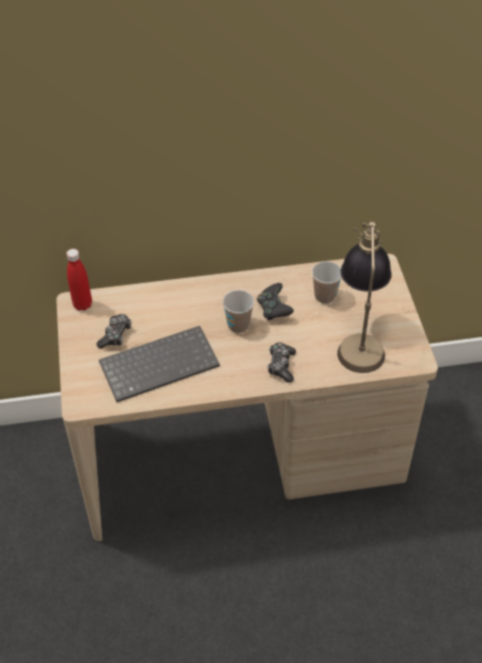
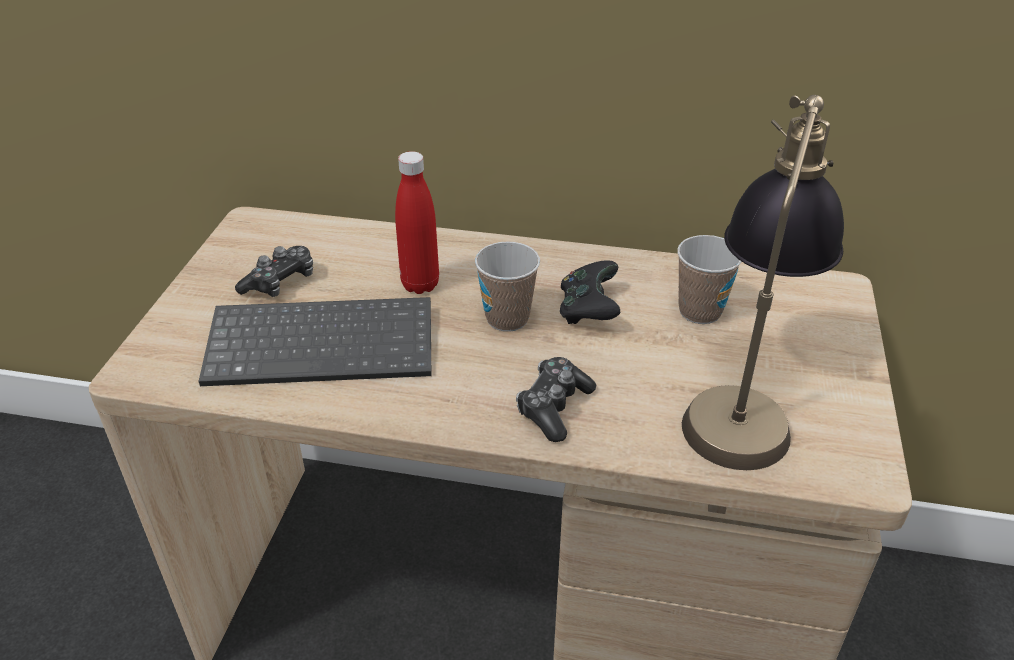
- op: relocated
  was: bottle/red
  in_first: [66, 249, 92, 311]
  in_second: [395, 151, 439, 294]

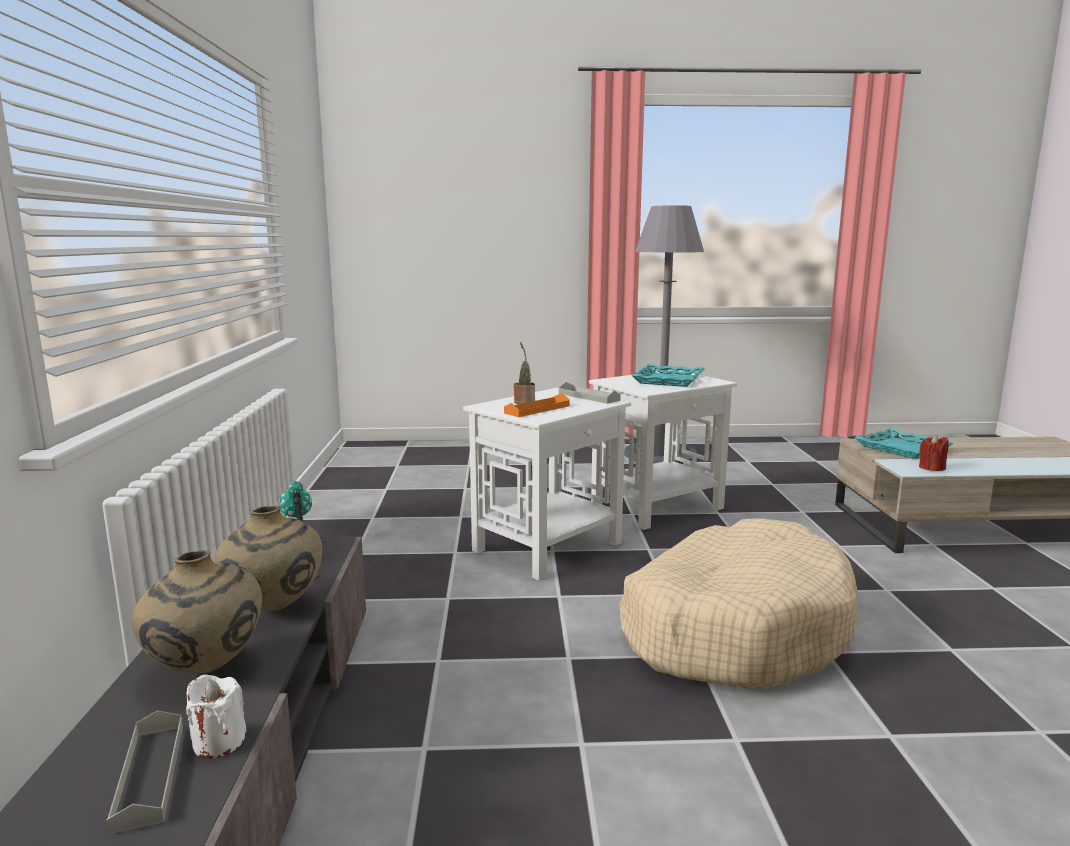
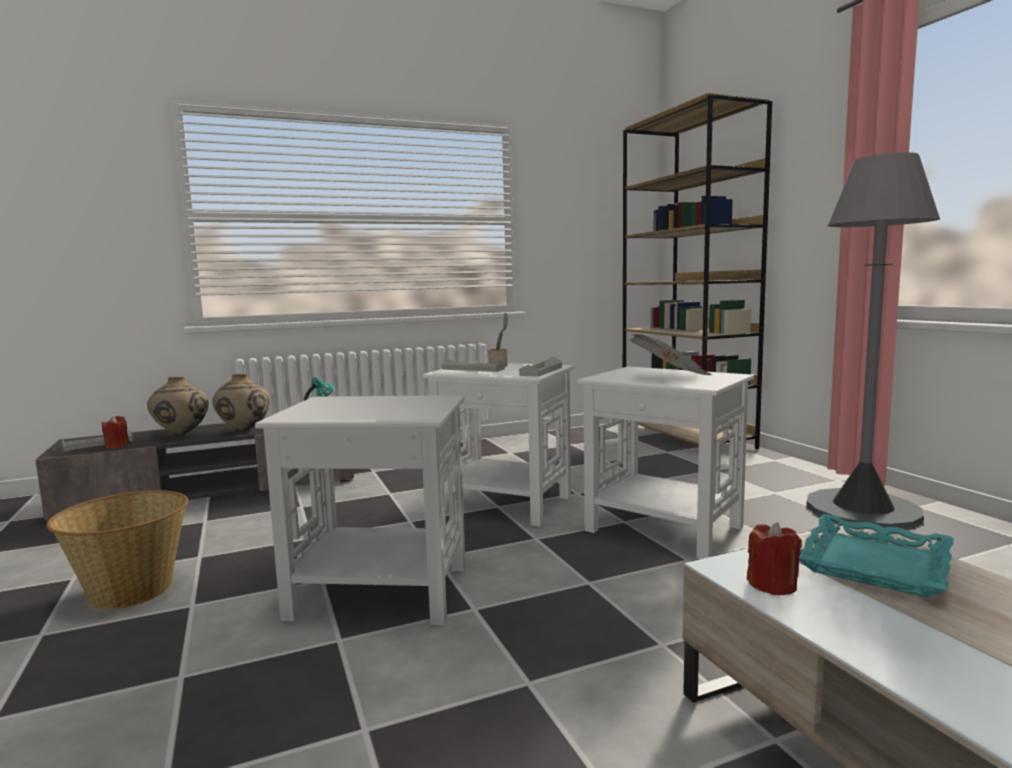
- op: exchanged
  was: tray/turquoise
  now: newspaper
  in_first: [632, 364, 705, 387]
  in_second: [630, 334, 712, 375]
- op: colour
  was: tray/orange
  now: tray/grey
  in_first: [504, 393, 569, 417]
  in_second: [442, 358, 505, 372]
- op: exchanged
  was: dog bed/beige
  now: side table/white
  in_first: [619, 519, 858, 688]
  in_second: [255, 395, 466, 625]
- op: colour
  was: candle/white
  now: candle/red
  in_first: [186, 674, 247, 758]
  in_second: [101, 416, 129, 449]
- op: appeared
  now: bookcase/brown
  in_second: [623, 93, 772, 449]
- op: appeared
  now: basket
  in_second: [46, 490, 188, 609]

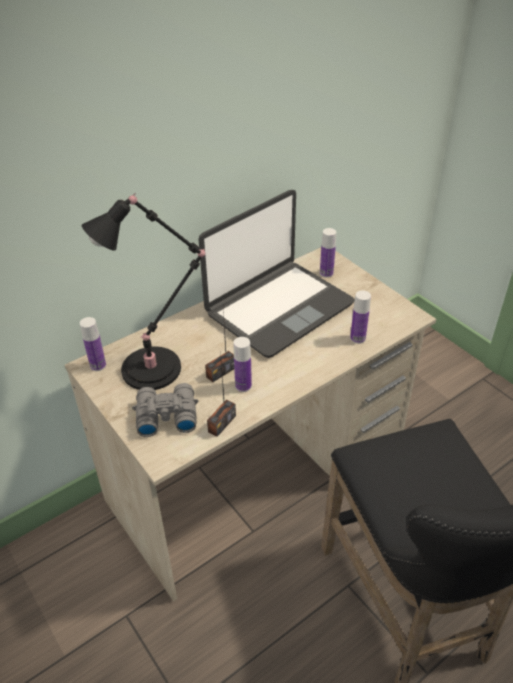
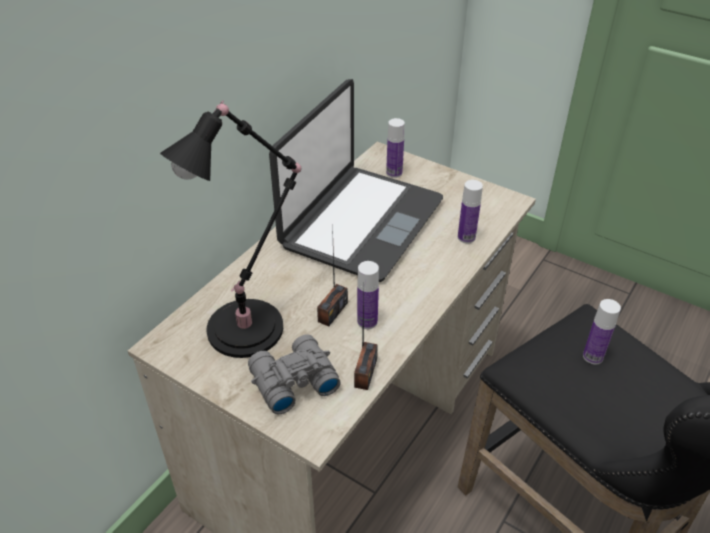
- op: relocated
  was: bottle
  in_first: [80, 317, 106, 371]
  in_second: [583, 299, 621, 364]

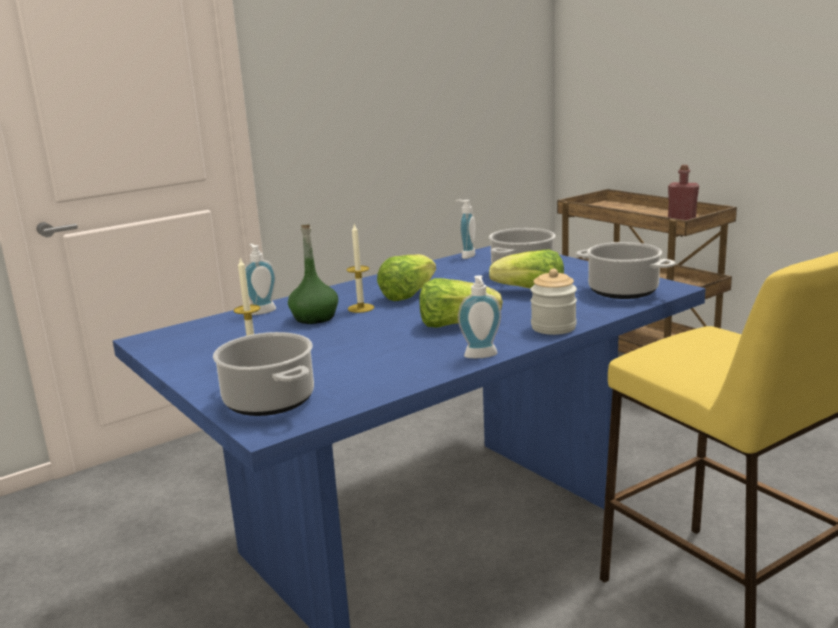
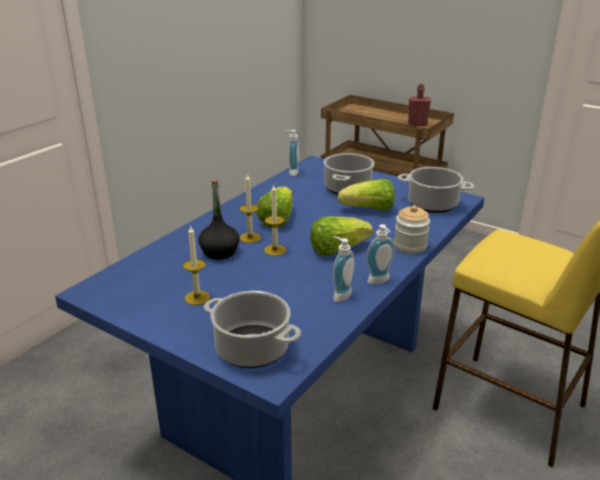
- op: colour
  was: bottle/green
  now: bottle/black
  in_first: [288, 225, 338, 324]
  in_second: [198, 180, 240, 260]
- op: relocated
  was: soap dispenser
  in_first: [245, 244, 276, 315]
  in_second: [333, 236, 354, 302]
- op: appeared
  now: candle
  in_second: [264, 185, 286, 256]

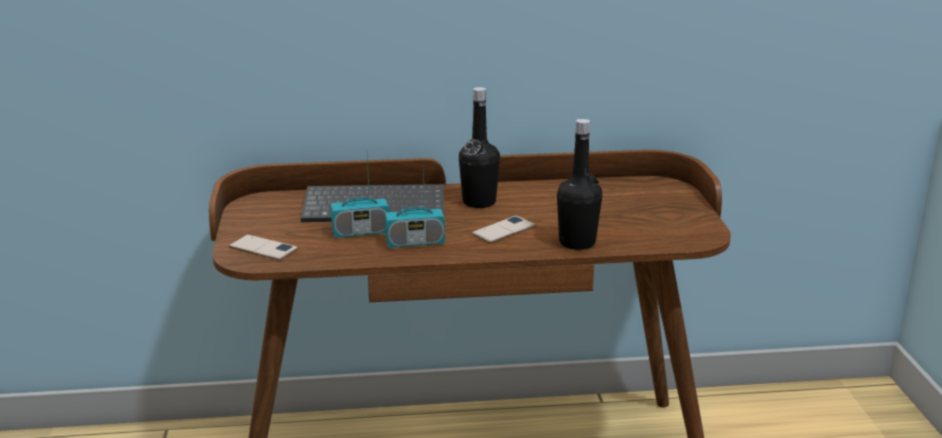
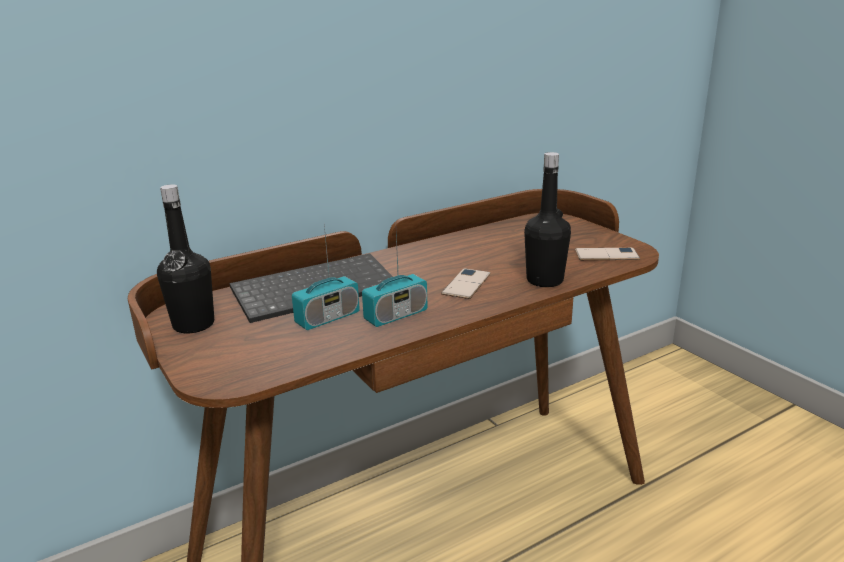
- op: relocated
  was: bottle/black
  in_first: [459, 87, 500, 208]
  in_second: [157, 184, 214, 333]
- op: relocated
  was: phone
  in_first: [229, 234, 298, 260]
  in_second: [575, 248, 640, 260]

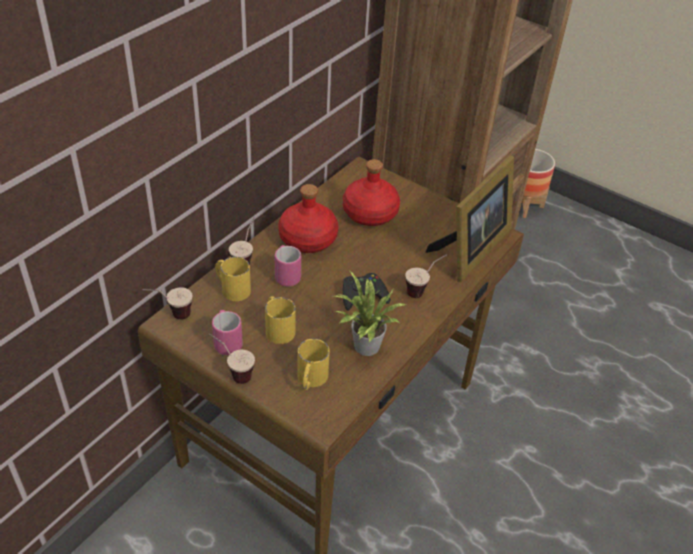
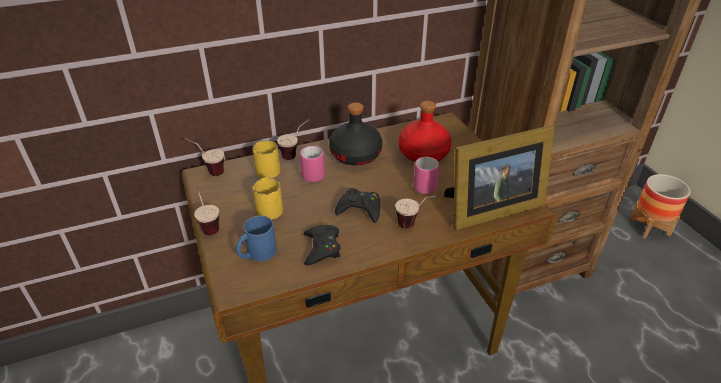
- op: colour
  was: bottle/red
  now: bottle/black
  in_first: [278, 184, 338, 253]
  in_second: [329, 102, 382, 165]
- op: exchanged
  was: potted plant
  now: game controller/black
  in_first: [333, 270, 406, 356]
  in_second: [304, 225, 340, 265]
- op: relocated
  was: mug/pink
  in_first: [212, 310, 243, 355]
  in_second: [413, 157, 439, 194]
- op: colour
  was: mug/yellow
  now: mug/blue
  in_first: [297, 339, 330, 390]
  in_second: [236, 216, 277, 261]

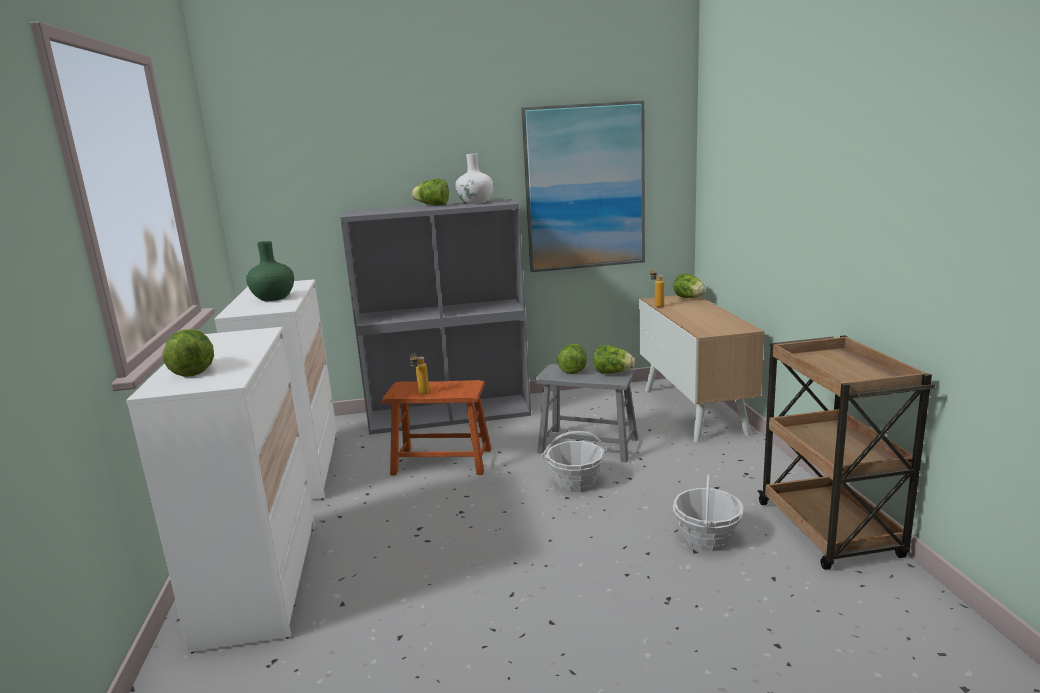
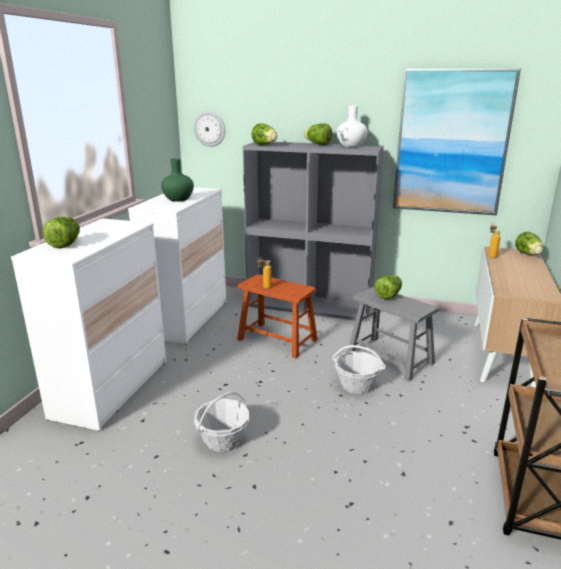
- op: relocated
  was: lettuce
  in_first: [594, 345, 635, 374]
  in_second: [251, 123, 278, 145]
- op: relocated
  was: basket
  in_first: [673, 474, 743, 551]
  in_second: [194, 392, 249, 452]
- op: appeared
  now: wall clock
  in_second: [194, 111, 225, 147]

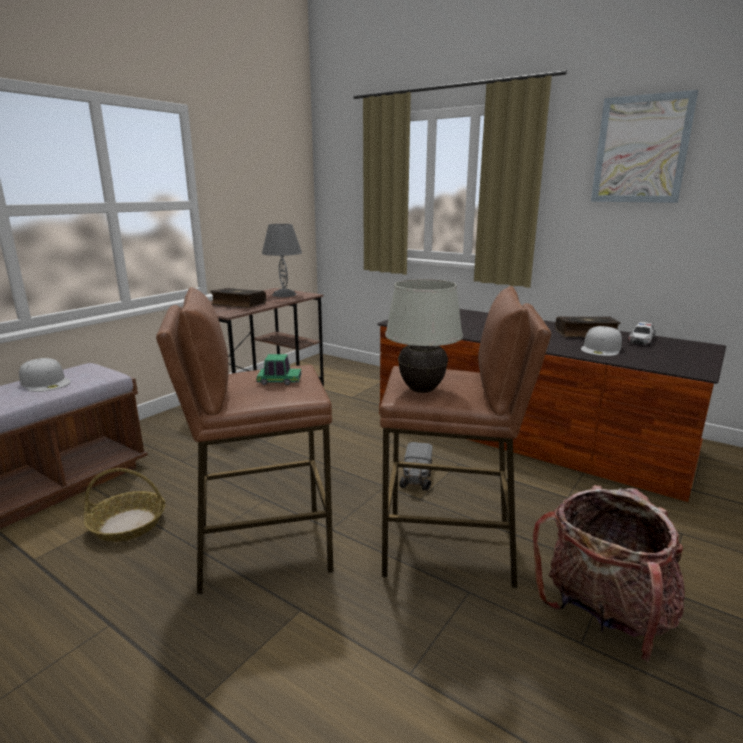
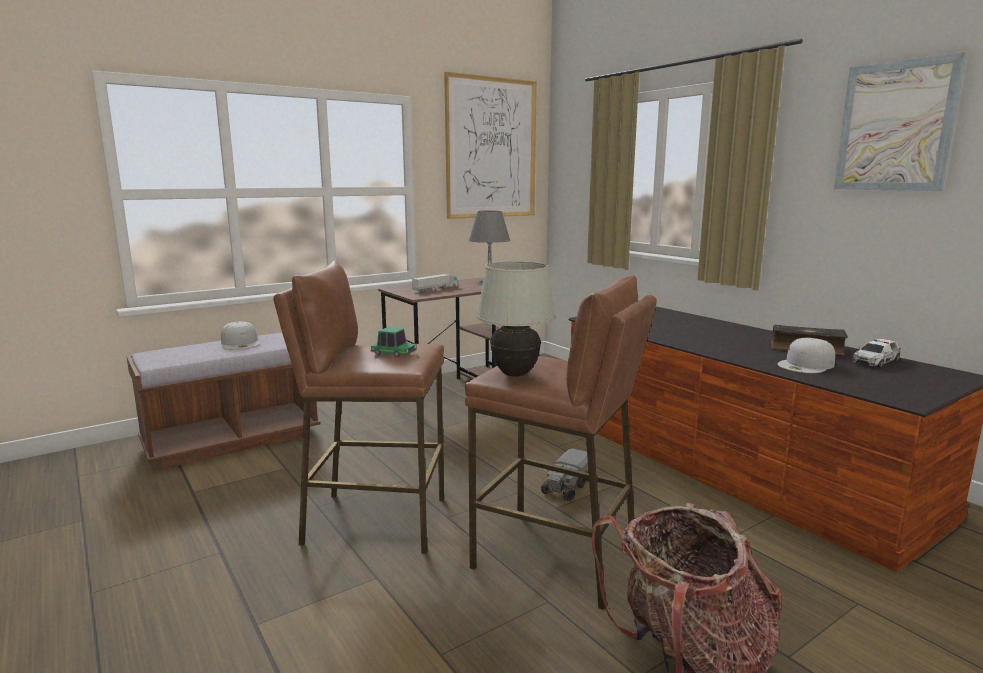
- op: exchanged
  was: book
  now: toy truck
  in_first: [210, 288, 266, 308]
  in_second: [412, 274, 458, 292]
- op: missing
  was: basket
  in_first: [84, 468, 165, 542]
- op: appeared
  now: picture
  in_second: [444, 71, 537, 219]

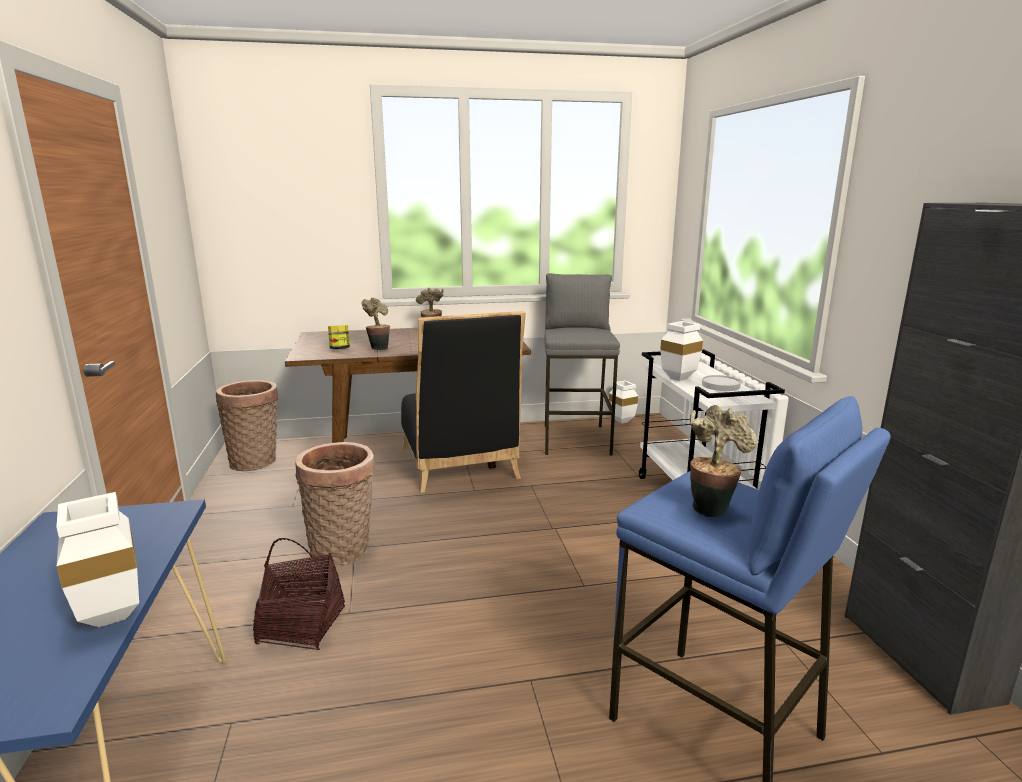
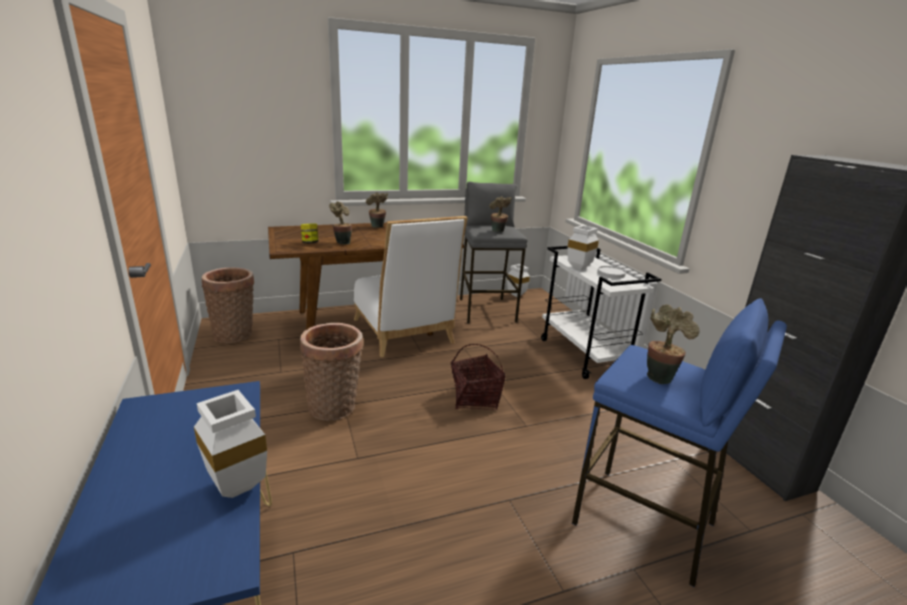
- op: colour
  was: chair/black
  now: chair/white
  in_first: [401, 311, 526, 493]
  in_second: [354, 216, 468, 357]
- op: relocated
  was: basket
  in_first: [253, 538, 345, 650]
  in_second: [451, 344, 506, 410]
- op: appeared
  now: potted plant
  in_second: [489, 196, 512, 232]

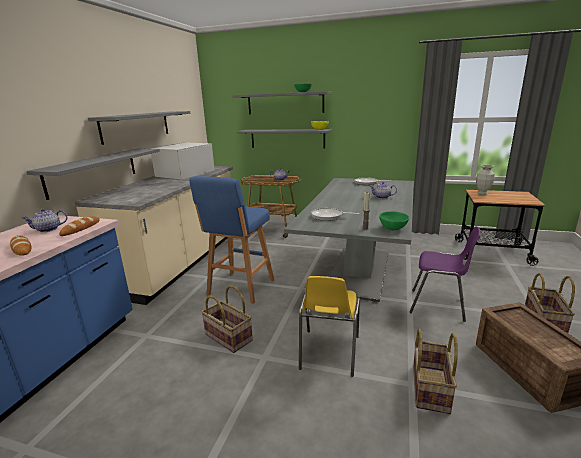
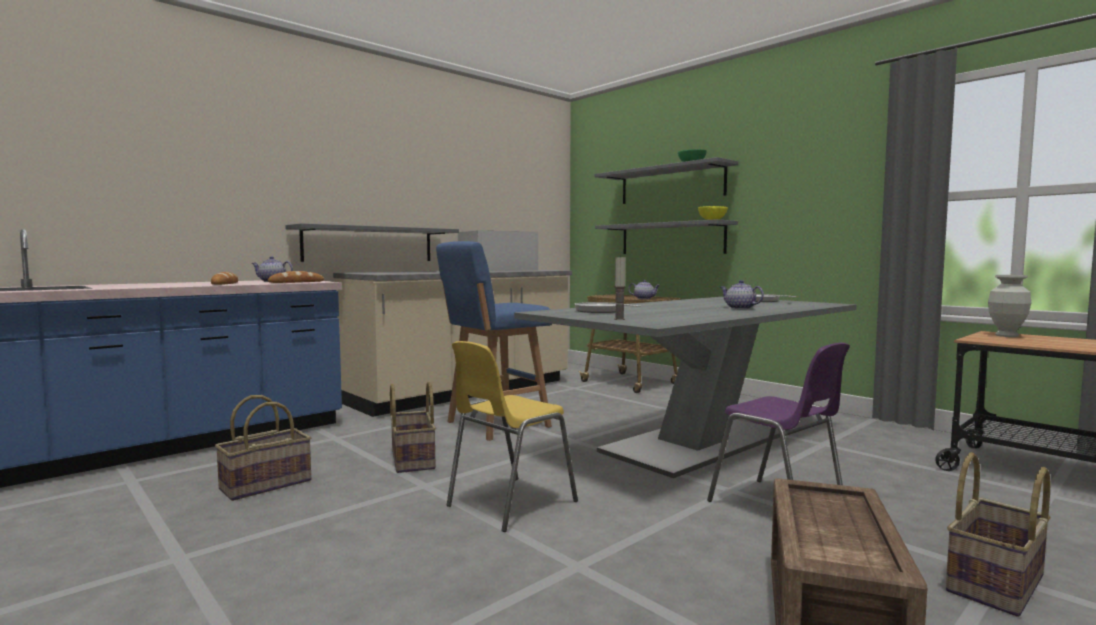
- op: missing
  was: shelf/grey
  in_first: [88, 111, 190, 145]
- op: missing
  was: bowl/green
  in_first: [379, 211, 409, 230]
- op: relocated
  was: basket
  in_first: [413, 328, 458, 414]
  in_second: [215, 395, 311, 501]

